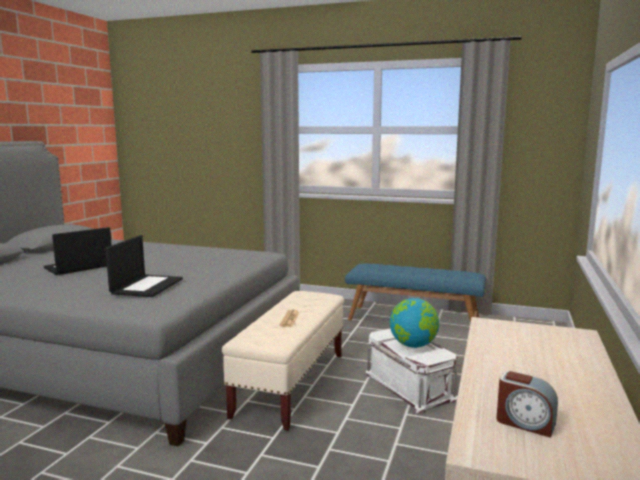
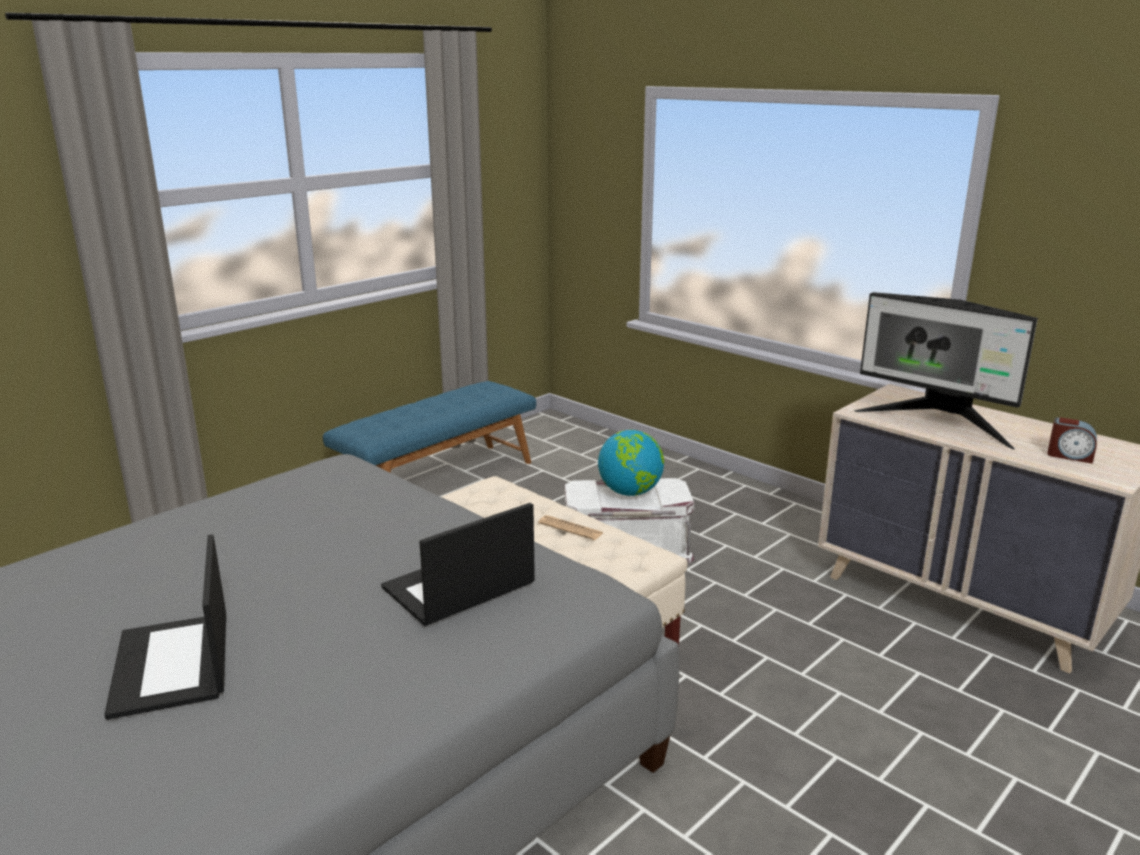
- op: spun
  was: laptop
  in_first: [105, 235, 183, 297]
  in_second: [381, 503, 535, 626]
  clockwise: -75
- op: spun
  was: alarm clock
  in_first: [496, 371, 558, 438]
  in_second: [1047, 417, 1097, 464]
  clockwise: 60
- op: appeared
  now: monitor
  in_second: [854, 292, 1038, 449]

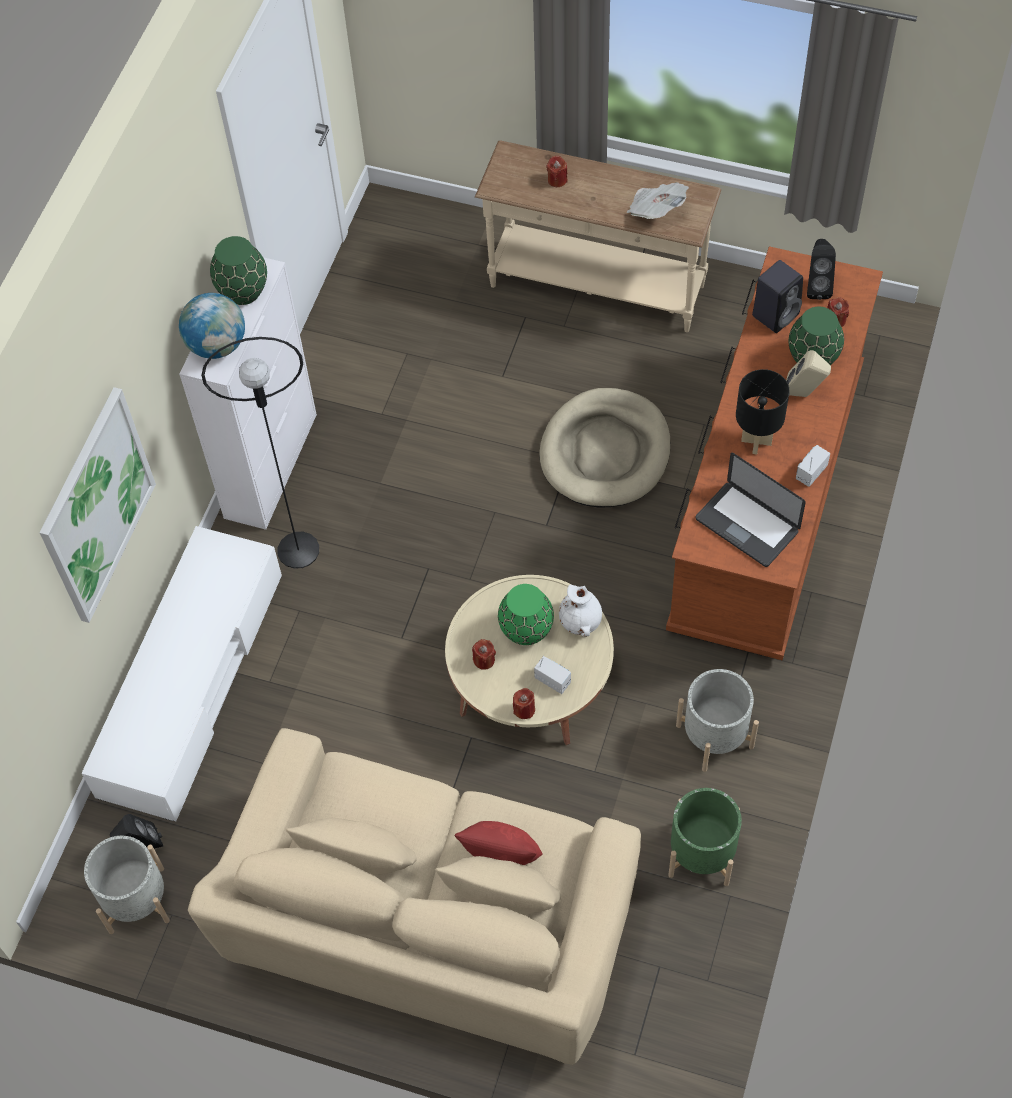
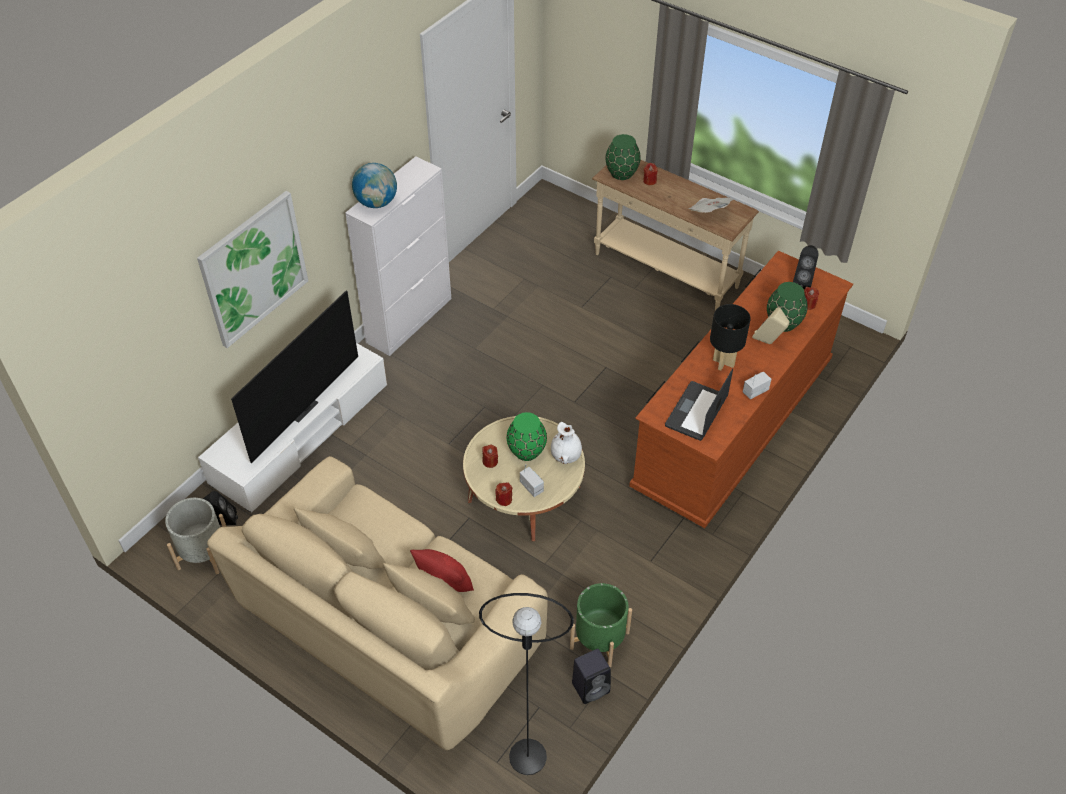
- op: relocated
  was: vase/green
  in_first: [210, 236, 267, 305]
  in_second: [605, 134, 641, 180]
- op: relocated
  was: speaker/black
  in_first: [752, 260, 803, 333]
  in_second: [572, 649, 611, 704]
- op: relocated
  was: floor lamp/black
  in_first: [201, 337, 319, 569]
  in_second: [479, 593, 574, 775]
- op: missing
  was: dog bed/beige
  in_first: [539, 388, 670, 508]
- op: spun
  was: laptop
  in_first: [696, 453, 806, 567]
  in_second: [665, 369, 733, 441]
  clockwise: 60
- op: missing
  was: planter/grey
  in_first: [676, 669, 759, 772]
- op: appeared
  now: television
  in_second: [231, 291, 358, 463]

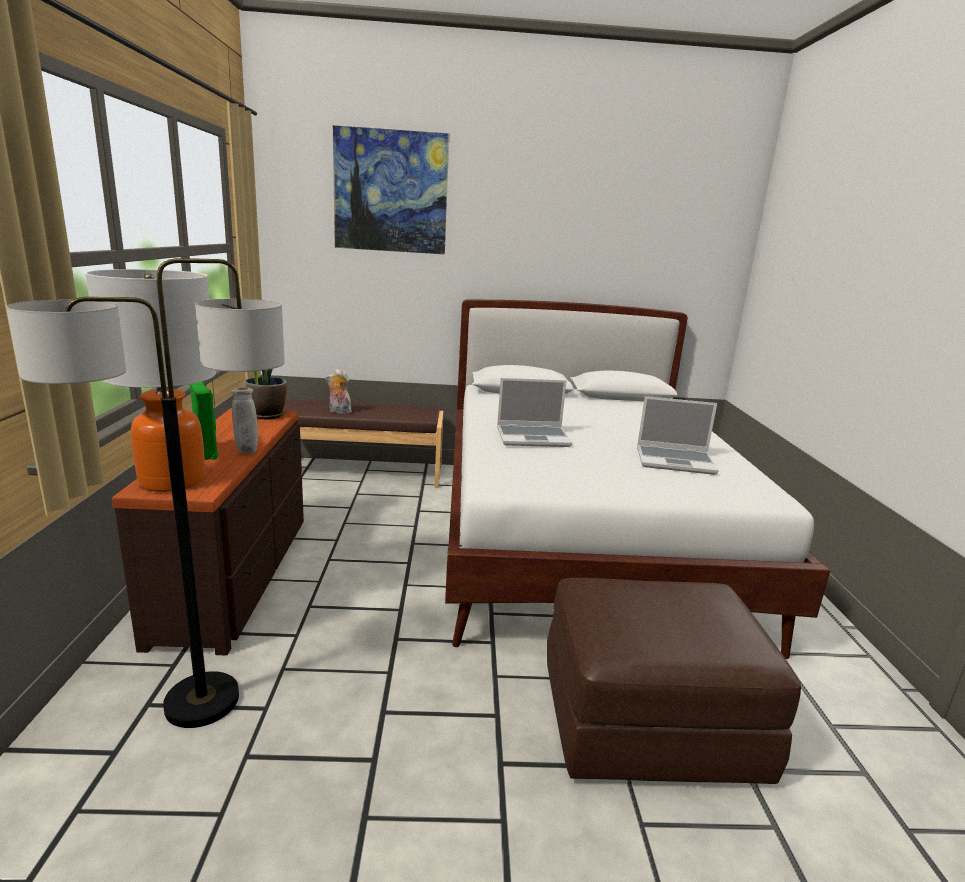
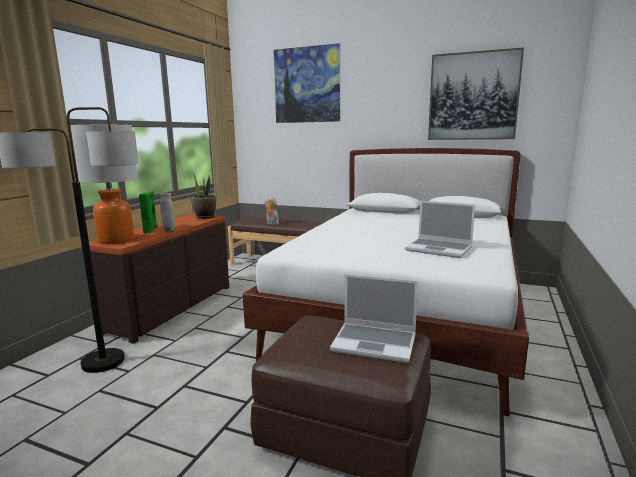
- op: relocated
  was: laptop
  in_first: [497, 378, 572, 447]
  in_second: [330, 274, 418, 363]
- op: appeared
  now: picture
  in_second: [428, 47, 524, 140]

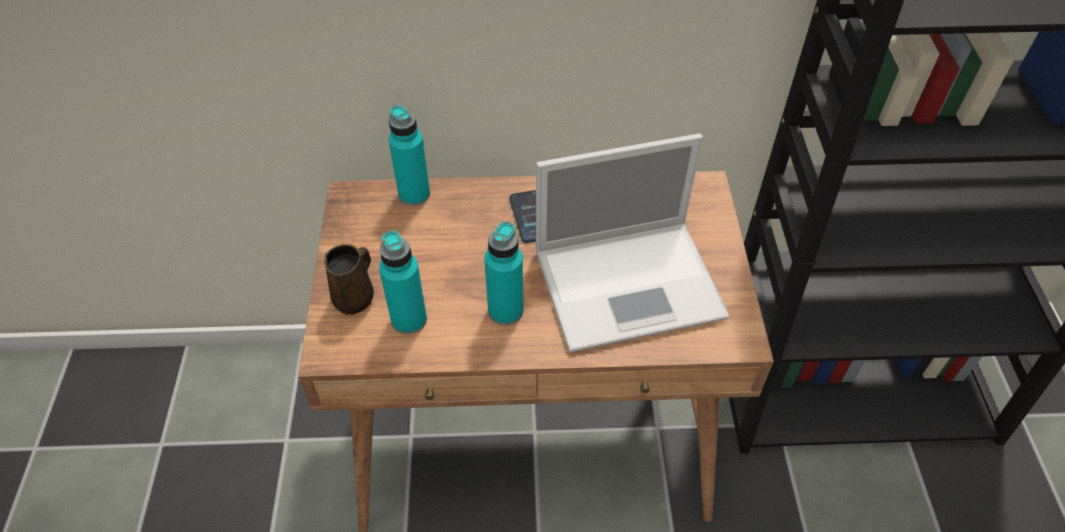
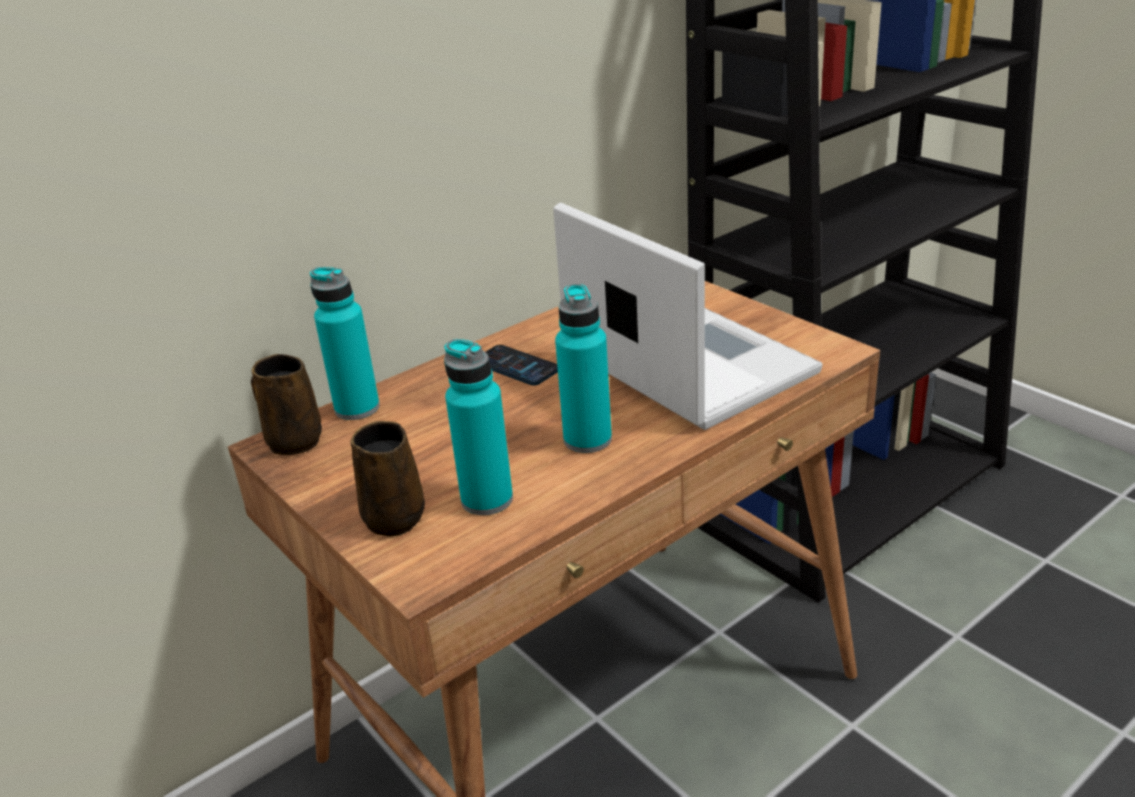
- op: spun
  was: laptop
  in_first: [536, 134, 729, 352]
  in_second: [553, 203, 823, 430]
  clockwise: -75
- op: appeared
  now: mug/brown
  in_second: [251, 354, 322, 455]

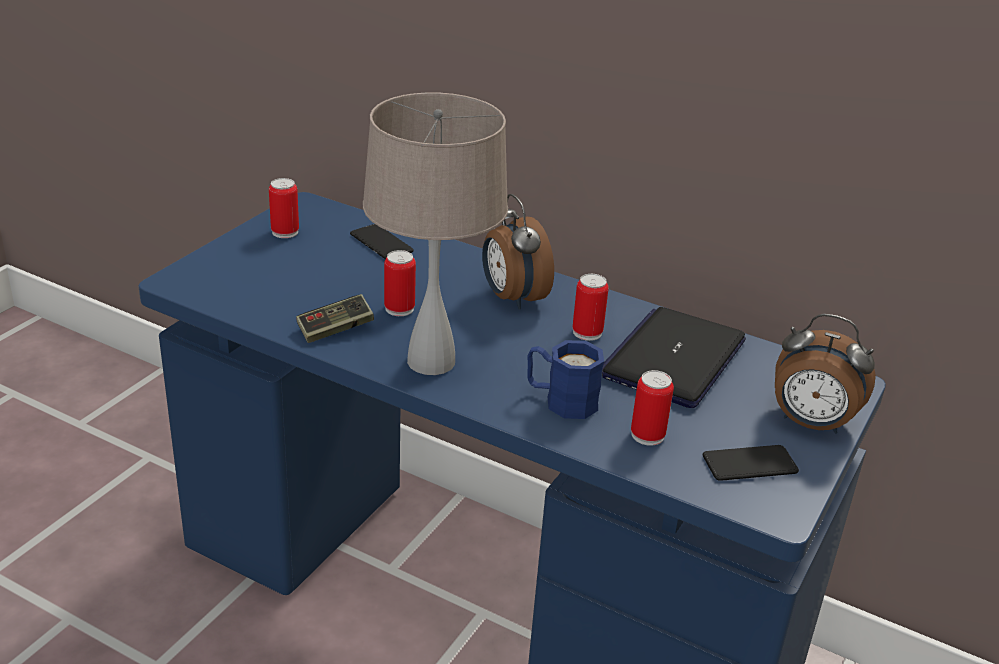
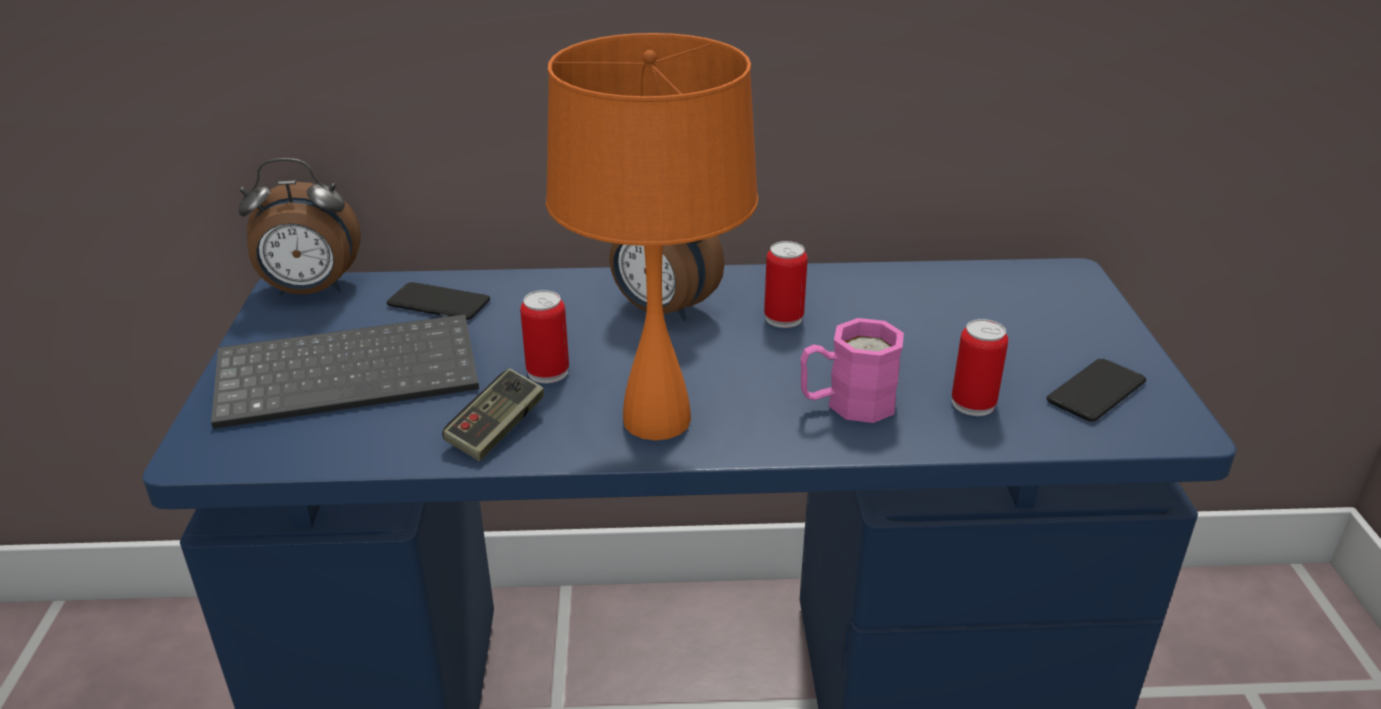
- op: colour
  was: table lamp/beige
  now: table lamp/orange
  in_first: [363, 92, 508, 375]
  in_second: [546, 33, 758, 440]
- op: missing
  was: can
  in_first: [269, 178, 299, 238]
- op: missing
  was: laptop
  in_first: [602, 307, 746, 408]
- op: relocated
  was: alarm clock
  in_first: [775, 314, 876, 434]
  in_second: [238, 158, 361, 295]
- op: colour
  was: mug/blue
  now: mug/pink
  in_first: [527, 340, 604, 419]
  in_second: [800, 318, 904, 423]
- op: appeared
  now: keyboard
  in_second: [211, 314, 479, 429]

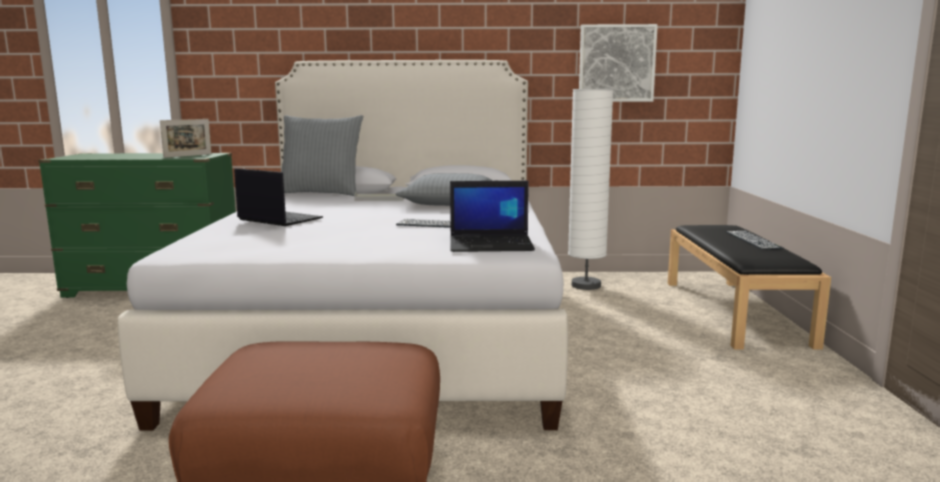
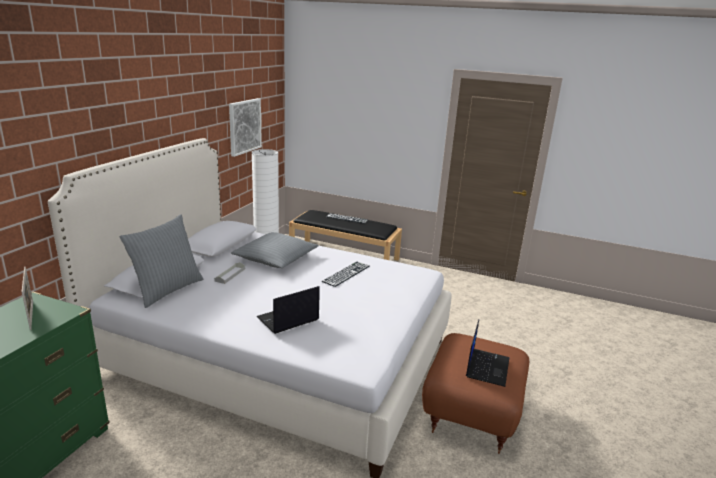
- op: relocated
  was: laptop
  in_first: [450, 181, 535, 252]
  in_second: [466, 320, 509, 387]

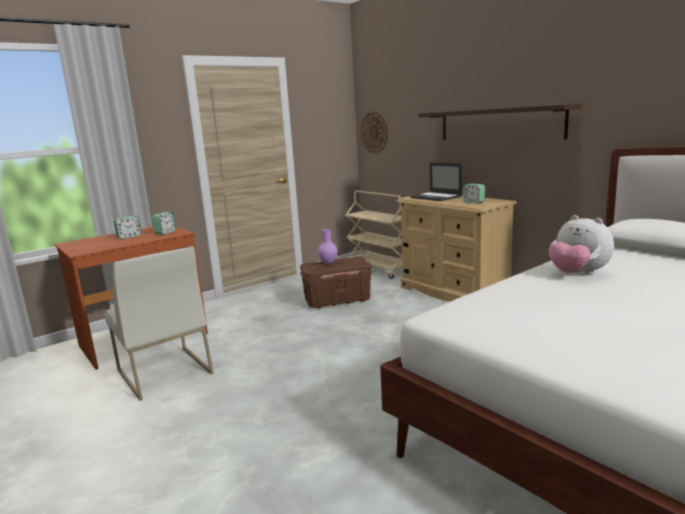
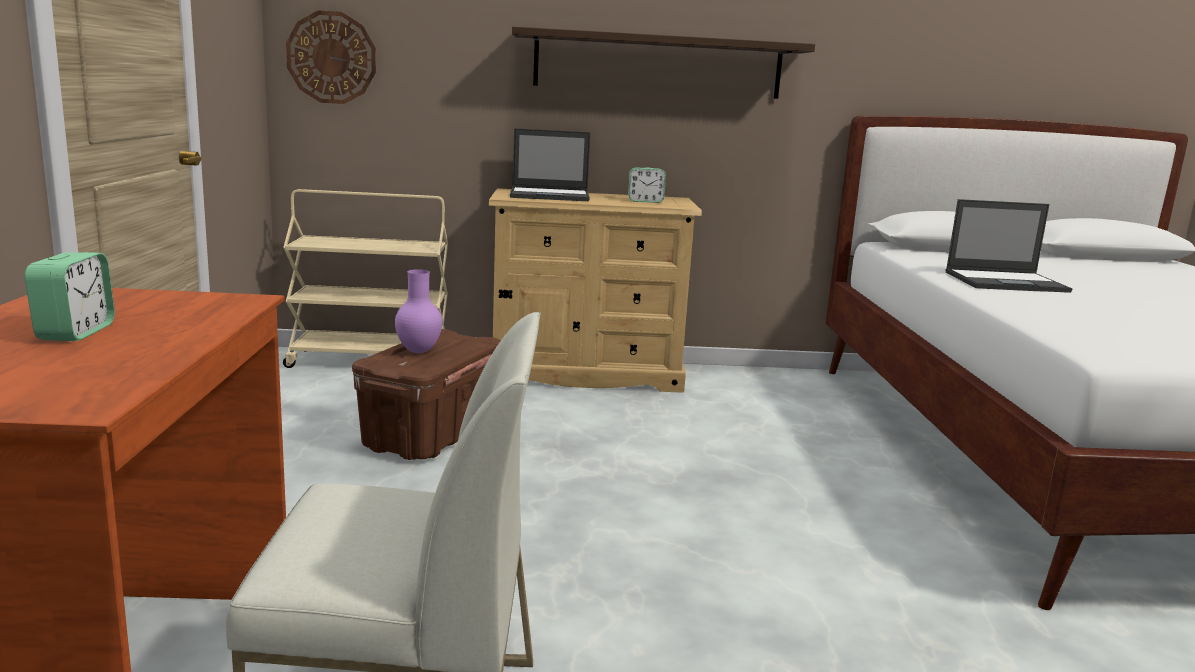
- op: missing
  was: alarm clock
  in_first: [152, 212, 177, 235]
- op: exchanged
  was: plush toy
  now: laptop
  in_first: [549, 215, 614, 275]
  in_second: [945, 199, 1072, 293]

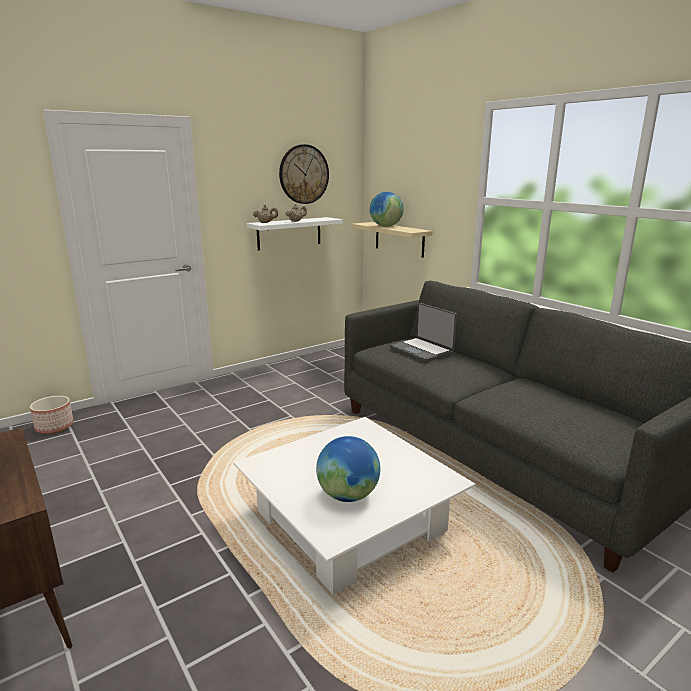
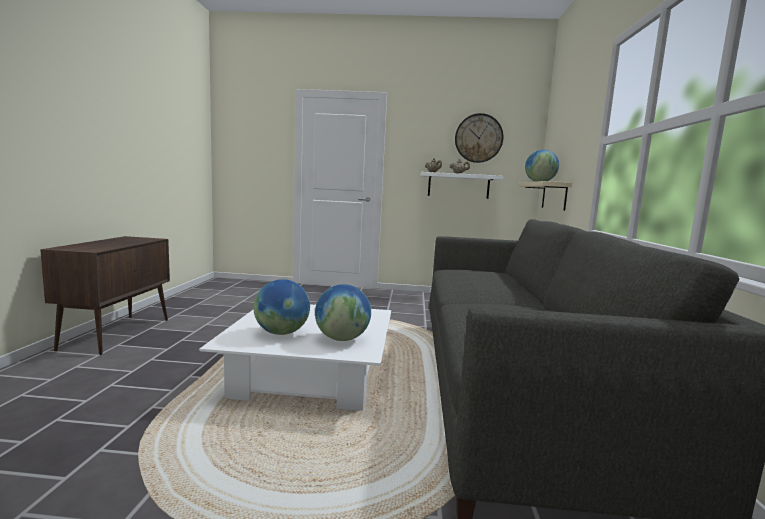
- op: missing
  was: laptop
  in_first: [390, 303, 457, 362]
- op: missing
  was: planter
  in_first: [30, 396, 74, 434]
- op: appeared
  now: globe
  in_second: [315, 284, 371, 341]

